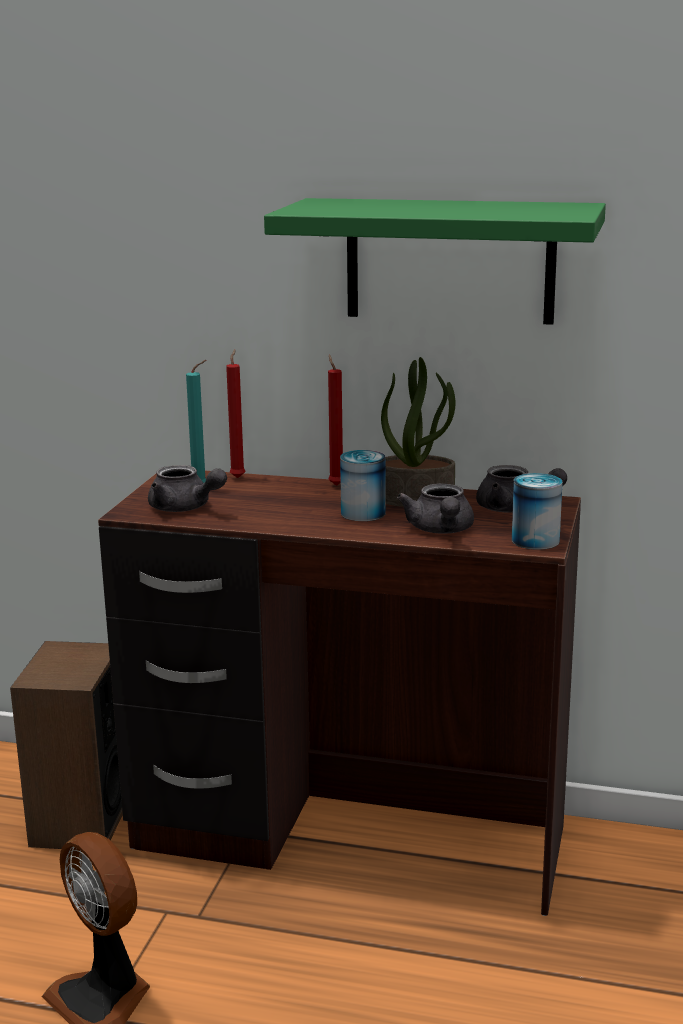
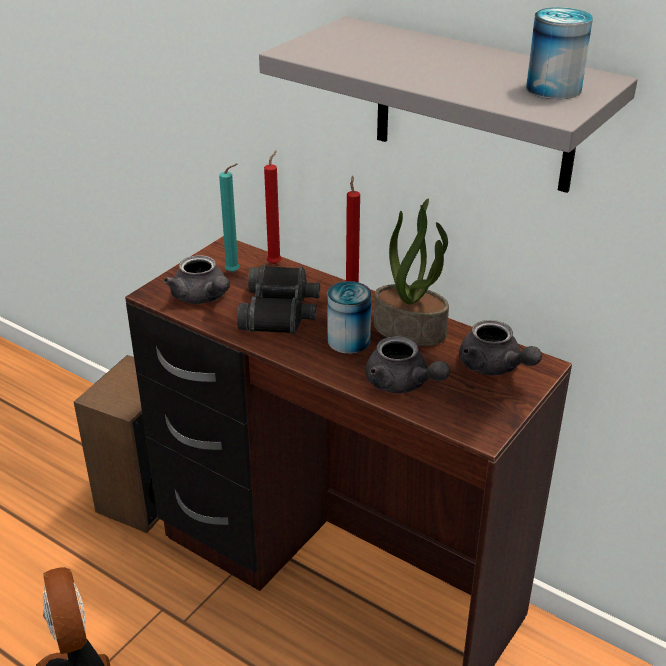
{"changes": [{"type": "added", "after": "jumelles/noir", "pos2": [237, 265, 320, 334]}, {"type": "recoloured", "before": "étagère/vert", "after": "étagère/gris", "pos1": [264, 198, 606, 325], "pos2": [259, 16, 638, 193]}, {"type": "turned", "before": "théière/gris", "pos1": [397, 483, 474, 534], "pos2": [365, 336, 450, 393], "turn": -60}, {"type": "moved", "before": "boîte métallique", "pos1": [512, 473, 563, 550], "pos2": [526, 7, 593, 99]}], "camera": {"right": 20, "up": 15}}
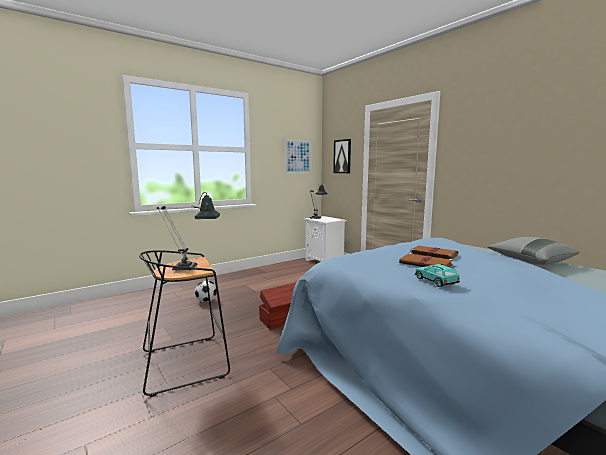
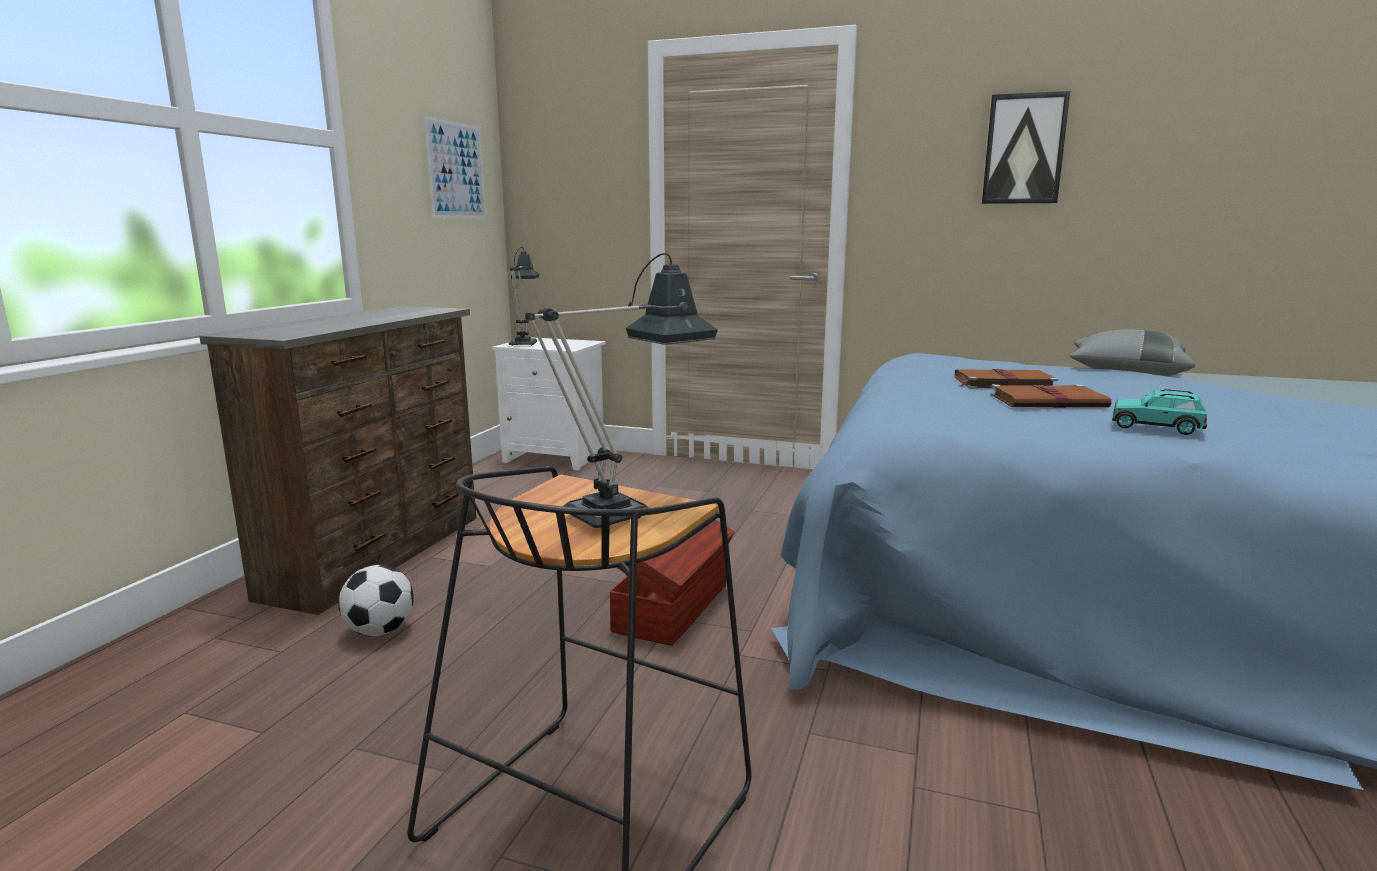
{"changes": [{"type": "added", "after": "commode/marron", "pos2": [199, 306, 476, 615]}, {"type": "moved", "before": "tableau", "pos1": [333, 139, 351, 173], "pos2": [982, 91, 1070, 204]}], "camera": {"right": -35, "up": 5}}
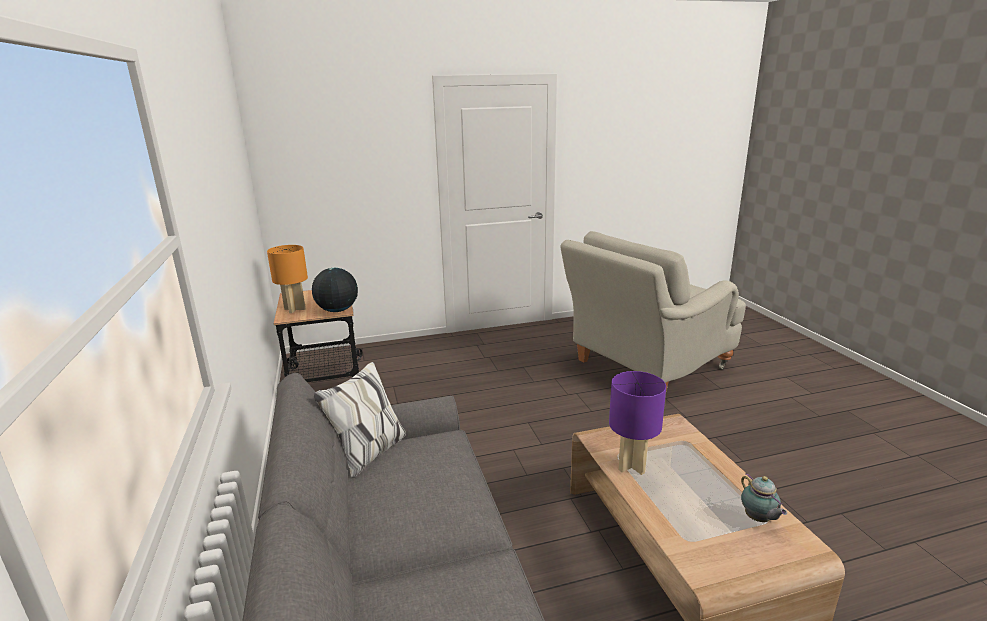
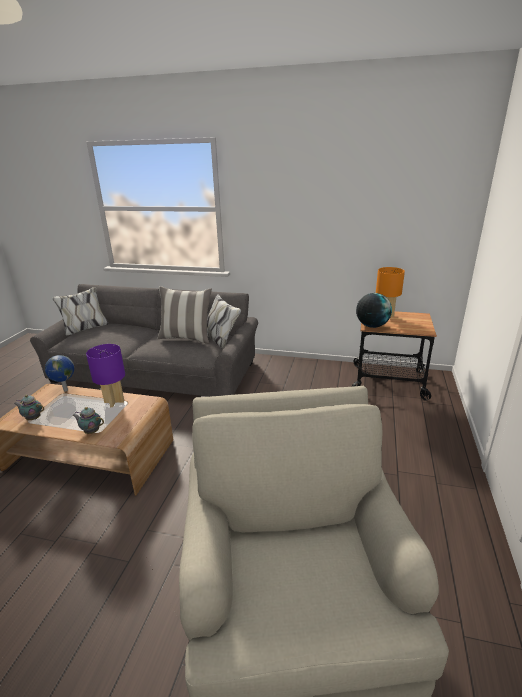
{"changes": [{"type": "added", "after": "globe", "pos2": [45, 355, 74, 392]}, {"type": "added", "after": "théière", "pos2": [72, 407, 104, 434]}, {"type": "added", "after": "coussin", "pos2": [157, 286, 212, 344]}], "camera": {"right": 120, "up": 5}}
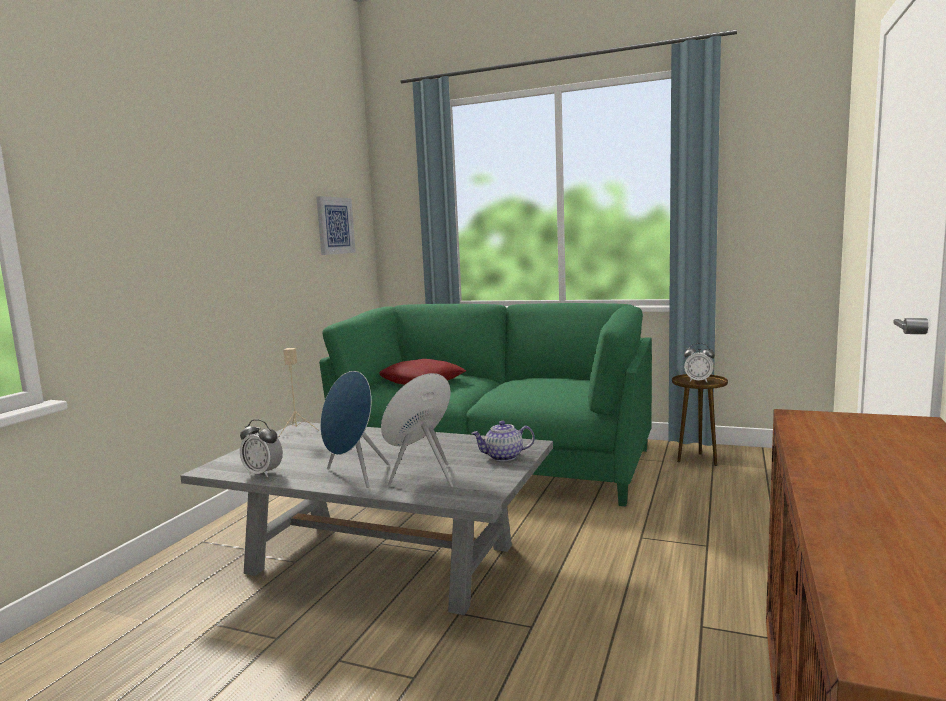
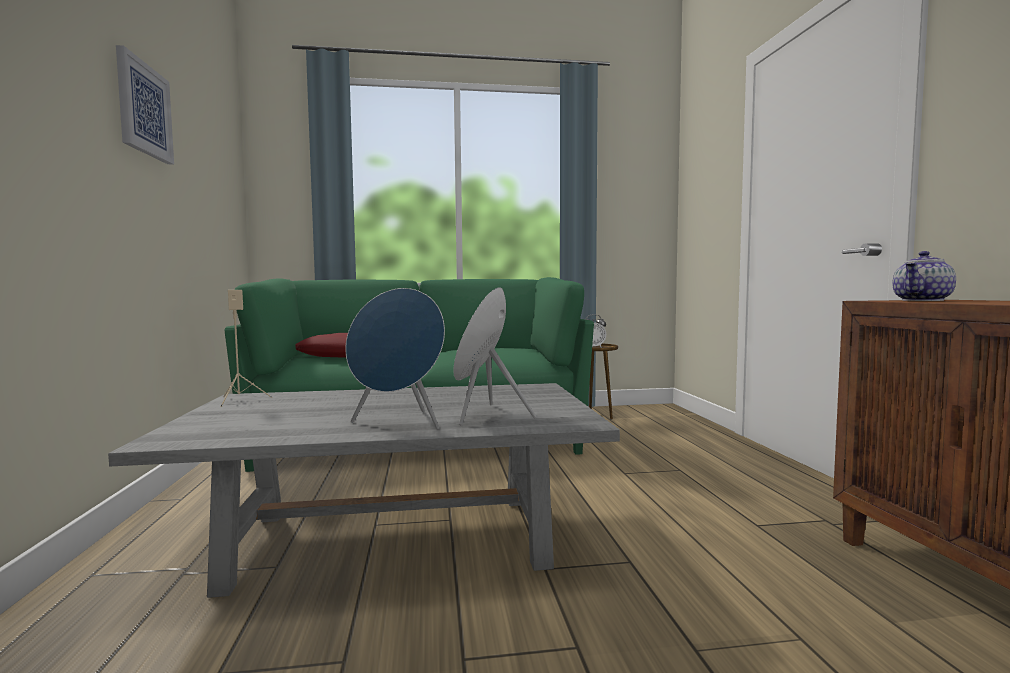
{"changes": [{"type": "moved", "before": "tableau", "pos1": [316, 196, 356, 255], "pos2": [116, 45, 174, 164]}, {"type": "moved", "before": "théière", "pos1": [471, 421, 535, 461], "pos2": [892, 251, 956, 301]}, {"type": "removed", "before": "réveil", "pos1": [240, 419, 283, 477]}], "camera": {"right": -30, "up": -5}}
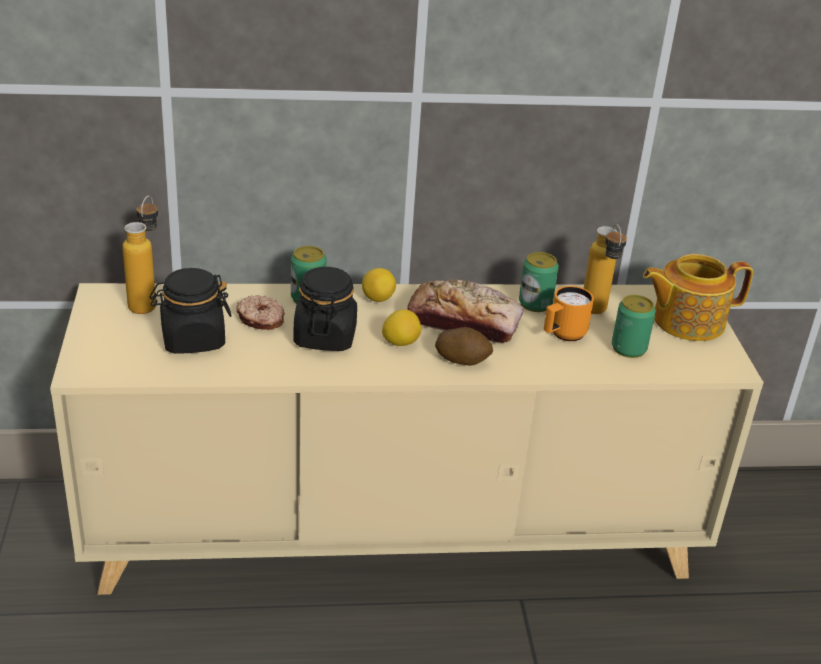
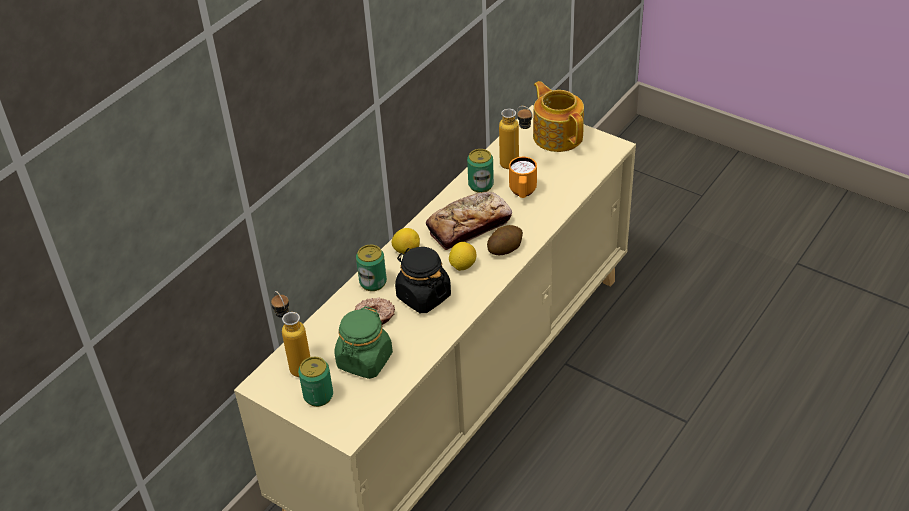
{"changes": [{"type": "moved", "before": "boîte métallique", "pos1": [612, 295, 656, 358], "pos2": [298, 357, 333, 407]}, {"type": "recoloured", "before": "bocal/noir", "after": "bocal/vert", "pos1": [150, 268, 232, 354], "pos2": [334, 306, 393, 379]}, {"type": "turned", "before": "théière", "pos1": [643, 254, 753, 341], "pos2": [533, 81, 584, 152], "turn": 120}], "camera": {"right": -45, "up": 10}}
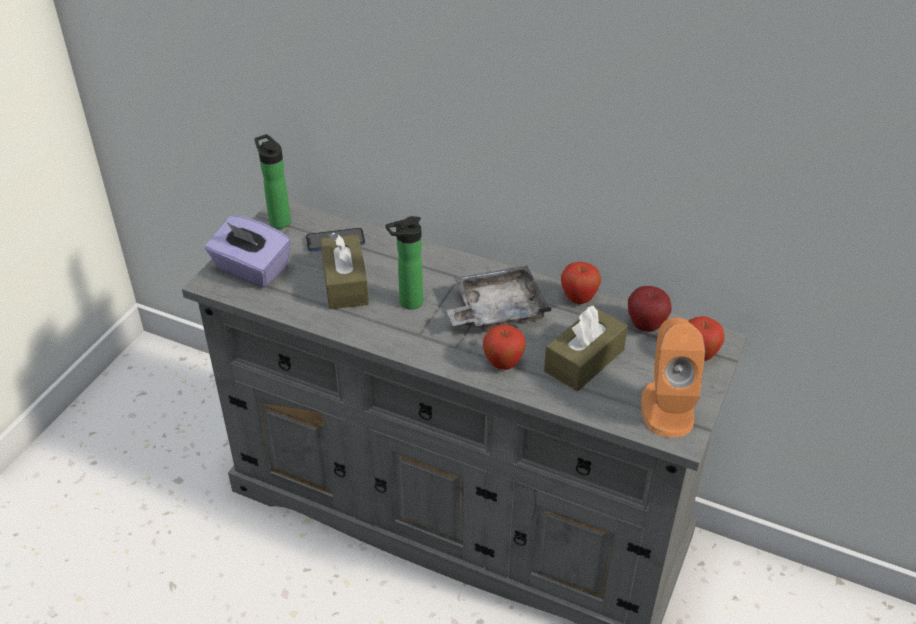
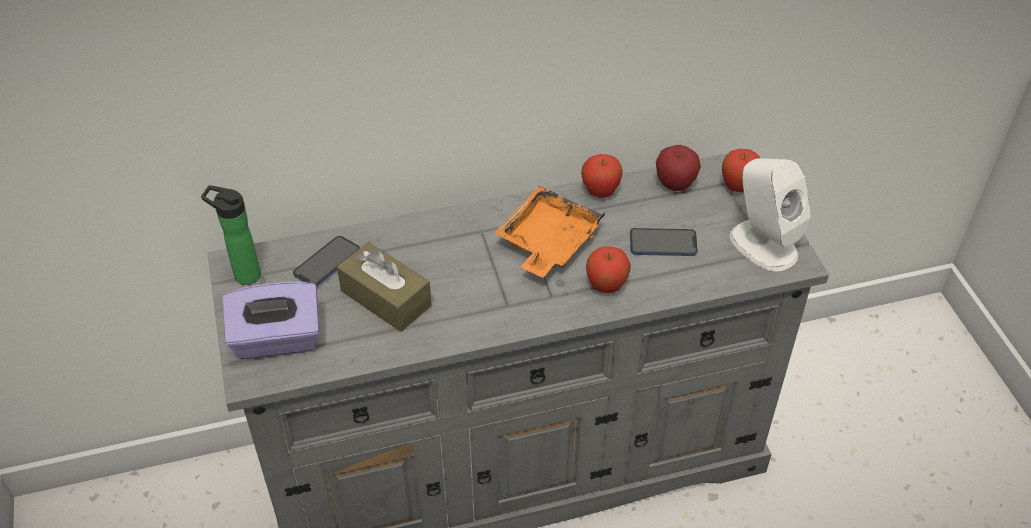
{"changes": [{"type": "recoloured", "before": "plateau/gris", "after": "plateau/orange", "pos1": [446, 266, 551, 331], "pos2": [494, 186, 605, 278]}, {"type": "replaced", "before": "boîte à mouchoirs/marron", "after": "téléphone", "pos1": [544, 306, 628, 391], "pos2": [630, 228, 698, 256]}, {"type": "recoloured", "before": "enceinte/orange", "after": "enceinte/blanc", "pos1": [641, 318, 705, 437], "pos2": [730, 158, 811, 272]}, {"type": "removed", "before": "bouteille", "pos1": [385, 216, 423, 310]}], "camera": {"right": -40, "up": 5}}
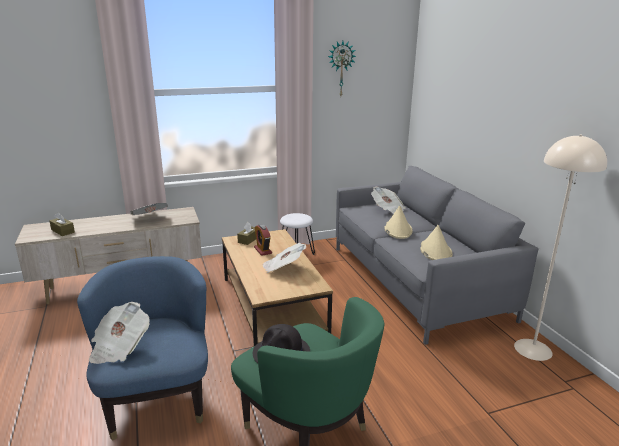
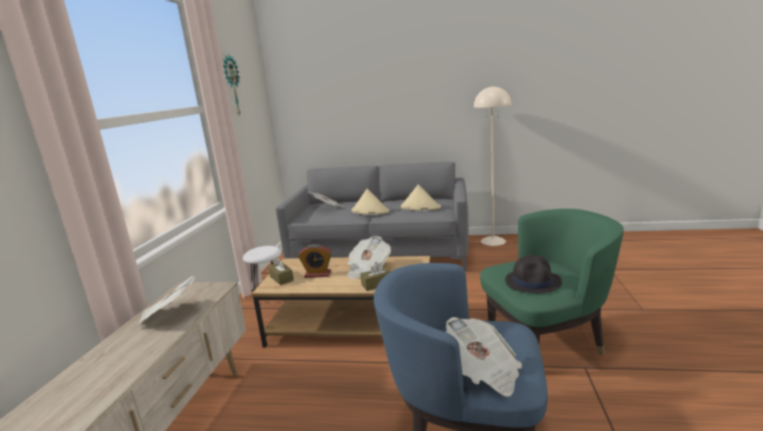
{"changes": [{"type": "moved", "before": "boîte à mouchoirs/marron", "pos1": [49, 212, 75, 236], "pos2": [360, 262, 391, 291]}], "camera": {"right": -60, "up": -5}}
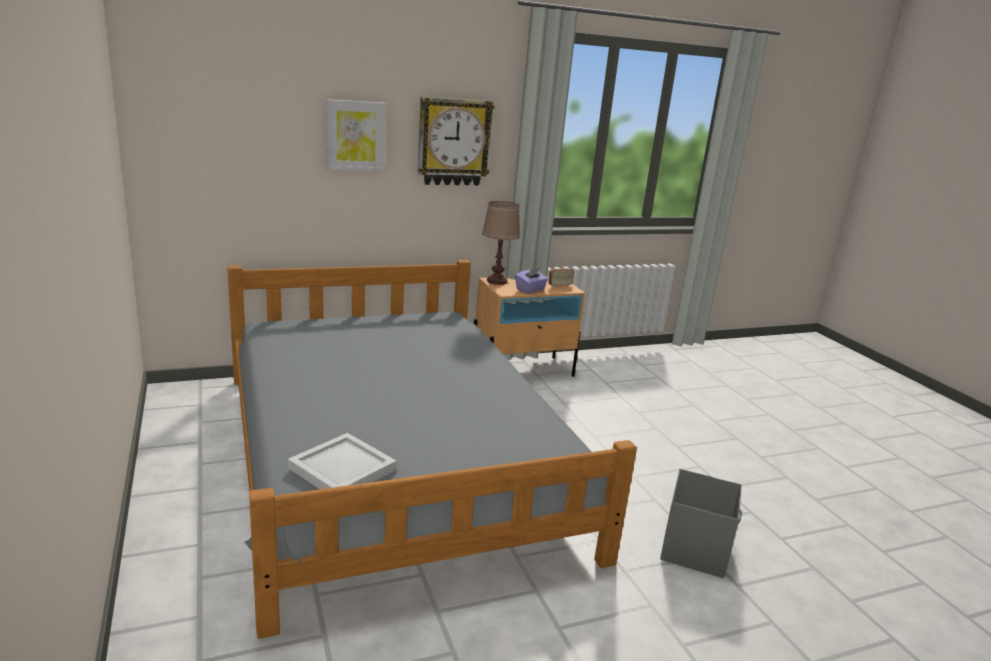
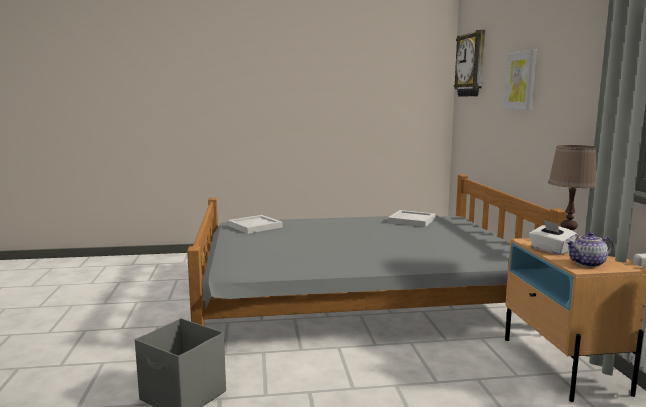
{"changes": [{"type": "added", "after": "plateau/blanc", "pos2": [388, 210, 436, 227]}, {"type": "moved", "before": "horloge murale", "pos1": [417, 97, 495, 186], "pos2": [454, 30, 485, 97]}, {"type": "recoloured", "before": "boîte à mouchoirs/violet", "after": "boîte à mouchoirs/blanc", "pos1": [515, 267, 548, 294], "pos2": [529, 220, 577, 255]}, {"type": "replaced", "before": "radio", "after": "théière", "pos1": [548, 256, 574, 288], "pos2": [566, 232, 613, 267]}], "camera": {"right": 105, "up": -10}}
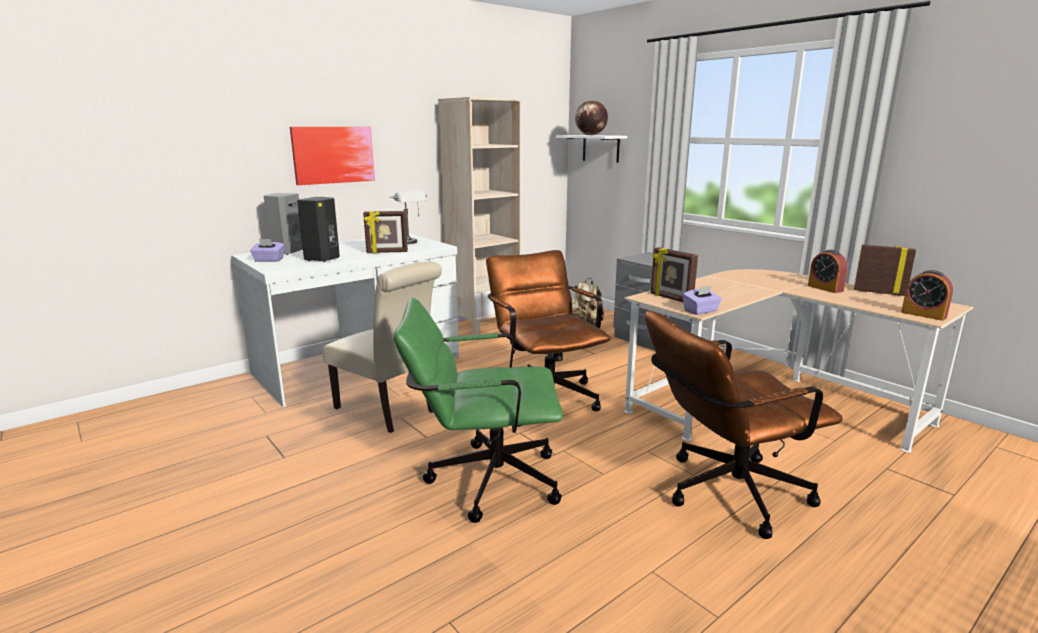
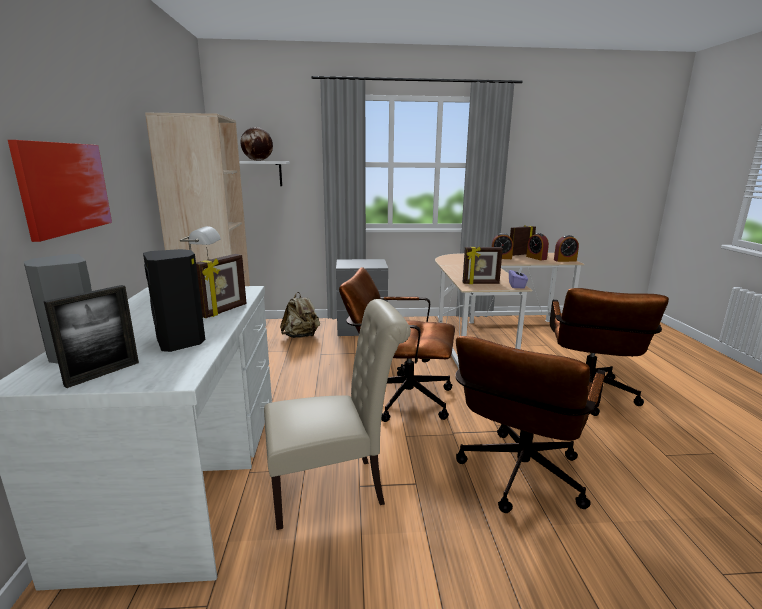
{"changes": [{"type": "replaced", "before": "boîte à mouchoirs/violet", "after": "cadre photo", "pos1": [250, 239, 285, 262], "pos2": [44, 285, 139, 388]}, {"type": "recoloured", "before": "chaise de bureau/vert", "after": "chaise de bureau/marron", "pos1": [394, 298, 563, 523], "pos2": [455, 336, 605, 513]}, {"type": "added", "after": "réveil", "pos2": [526, 233, 549, 260]}], "camera": {"right": -55, "up": 0}}
